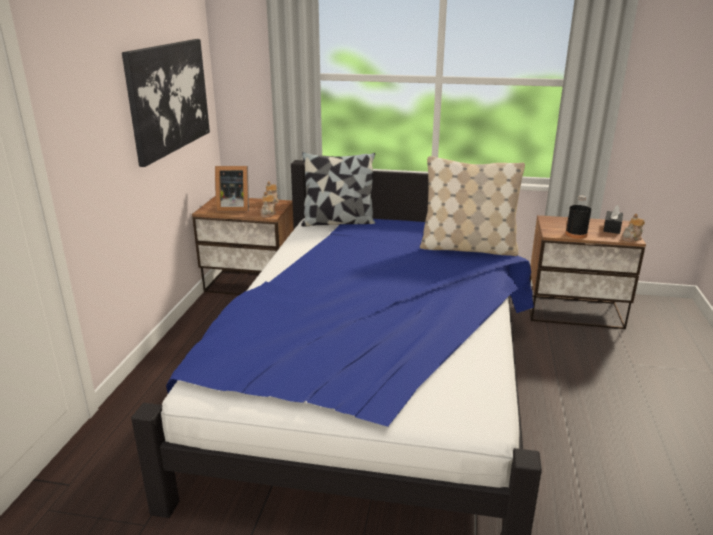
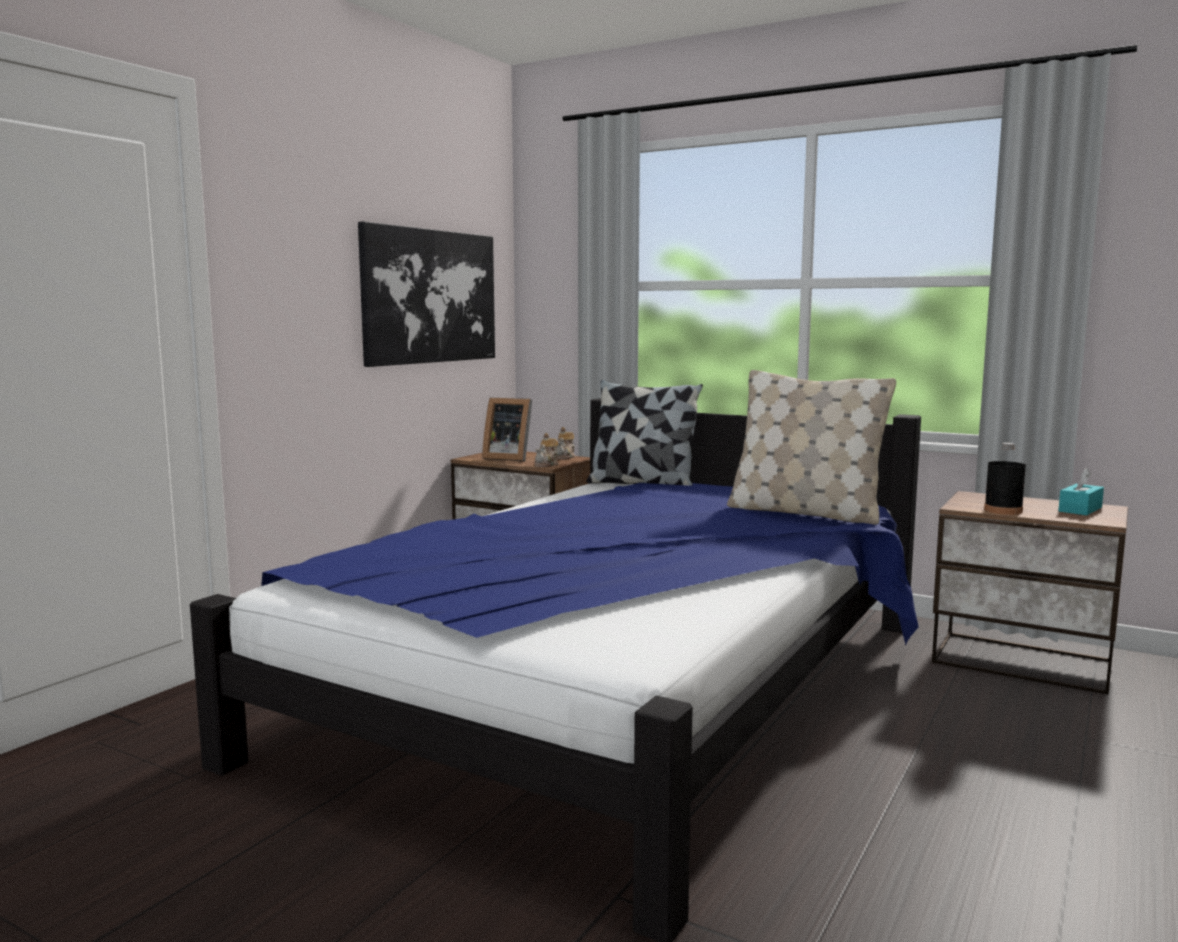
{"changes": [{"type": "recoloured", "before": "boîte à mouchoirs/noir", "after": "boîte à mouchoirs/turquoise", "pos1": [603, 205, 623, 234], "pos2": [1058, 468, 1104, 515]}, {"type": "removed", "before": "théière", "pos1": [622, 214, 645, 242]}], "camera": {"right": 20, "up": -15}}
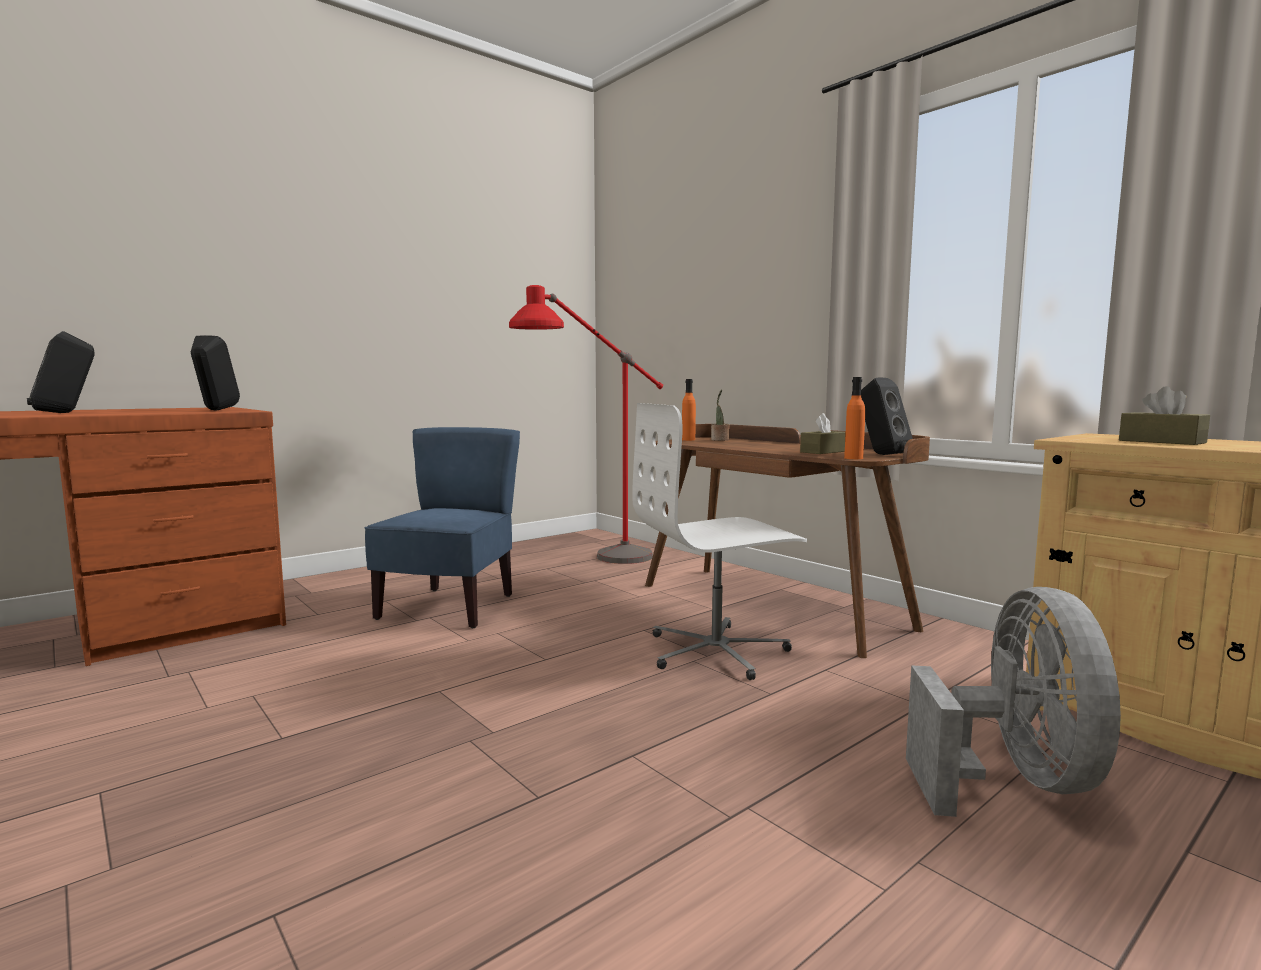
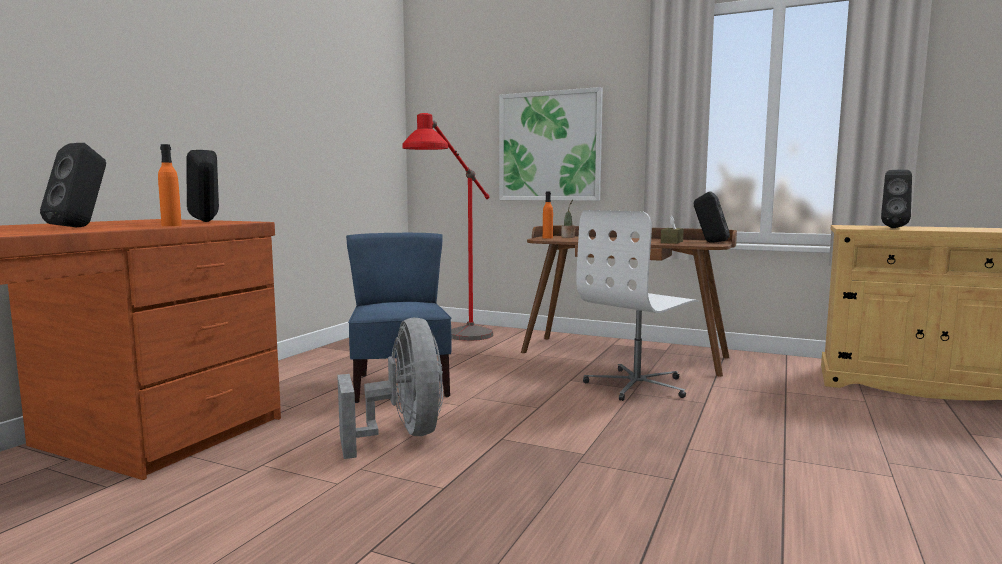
{"changes": [{"type": "moved", "before": "bouteille/orange", "pos1": [844, 377, 865, 459], "pos2": [158, 144, 182, 226]}, {"type": "moved", "before": "ventilateur/gris", "pos1": [906, 587, 1121, 817], "pos2": [337, 318, 443, 459]}, {"type": "added", "after": "tableau", "pos2": [499, 87, 603, 201]}, {"type": "replaced", "before": "boîte à mouchoirs/marron", "after": "enceinte/noir", "pos1": [1119, 386, 1210, 445], "pos2": [881, 170, 912, 228]}], "camera": {"right": -25, "up": 0}}
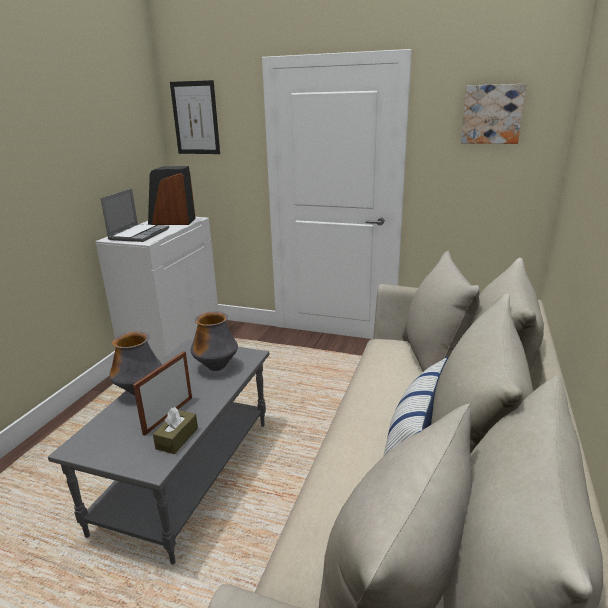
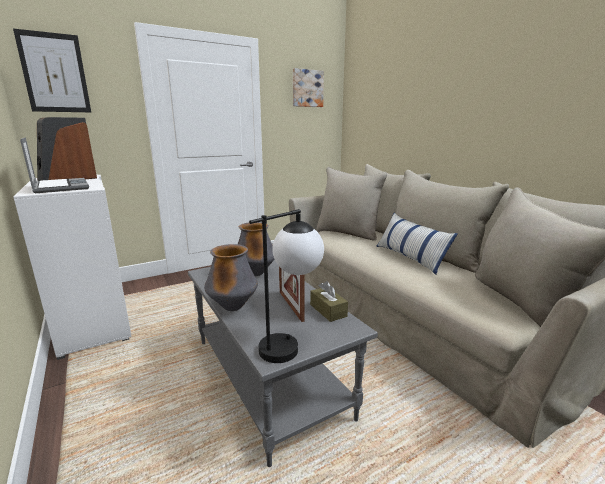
{"changes": [{"type": "added", "after": "lampe de table", "pos2": [249, 209, 324, 363]}], "camera": {"right": -50, "up": -5}}
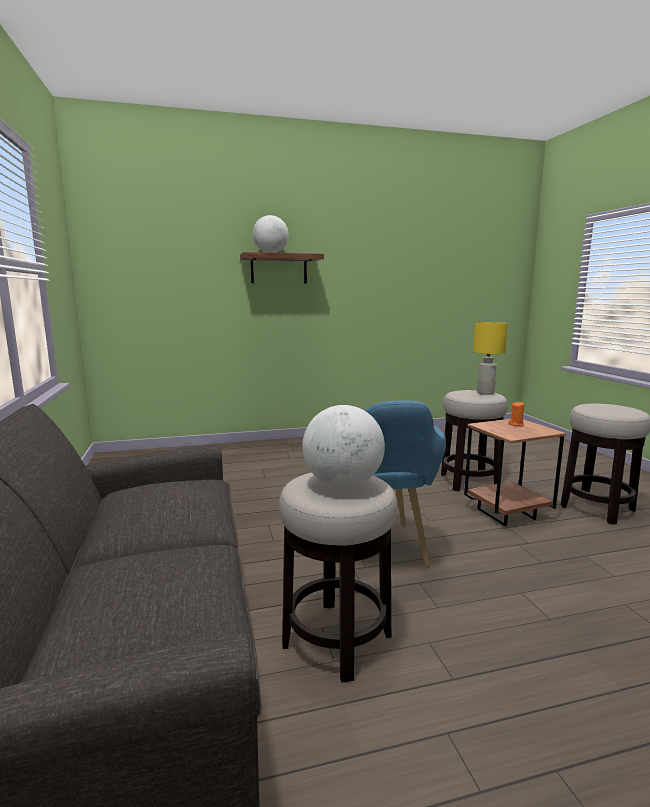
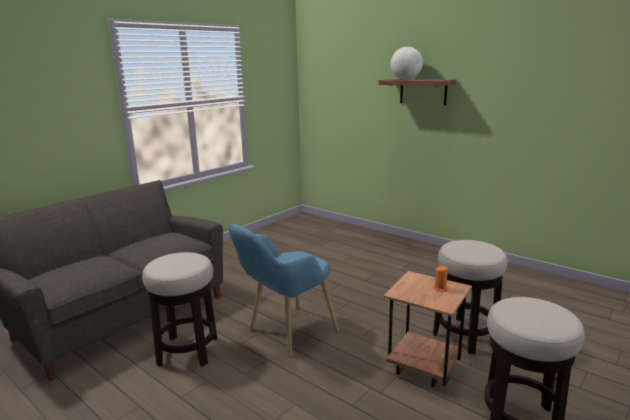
{"changes": [{"type": "removed", "before": "globe", "pos1": [302, 405, 385, 488]}, {"type": "removed", "before": "lampe de table/jaune", "pos1": [473, 322, 508, 395]}], "camera": {"right": 55, "up": 5}}
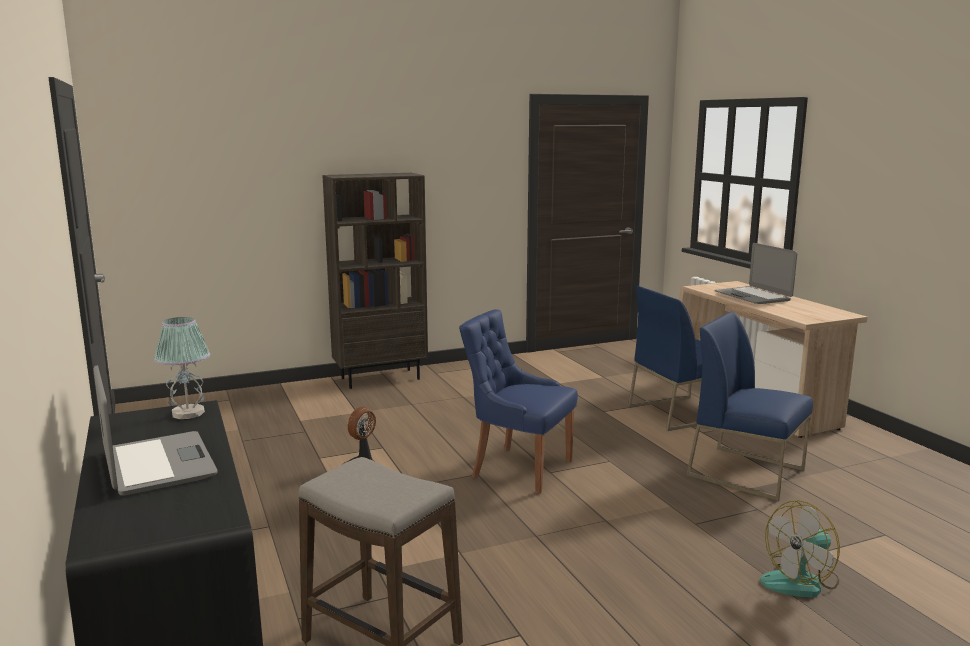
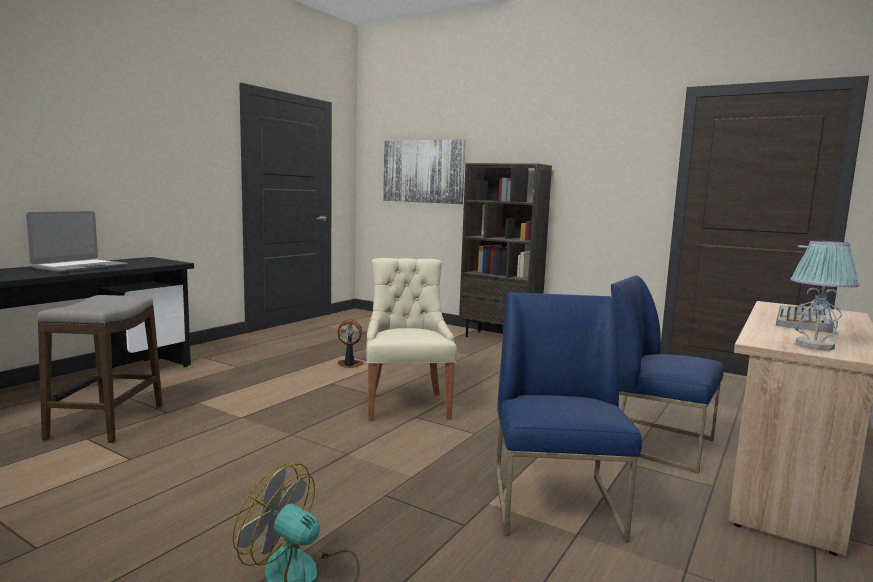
{"changes": [{"type": "recoloured", "before": "chaise/bleu", "after": "chaise/beige", "pos1": [459, 309, 578, 494], "pos2": [366, 258, 457, 421]}, {"type": "added", "after": "tableau", "pos2": [383, 139, 465, 204]}, {"type": "replaced", "before": "ordinateur portable", "after": "clavier", "pos1": [715, 243, 797, 304], "pos2": [776, 305, 833, 333]}, {"type": "moved", "before": "lampe de table", "pos1": [154, 317, 210, 419], "pos2": [791, 240, 859, 351]}], "camera": {"right": 55, "up": -5}}
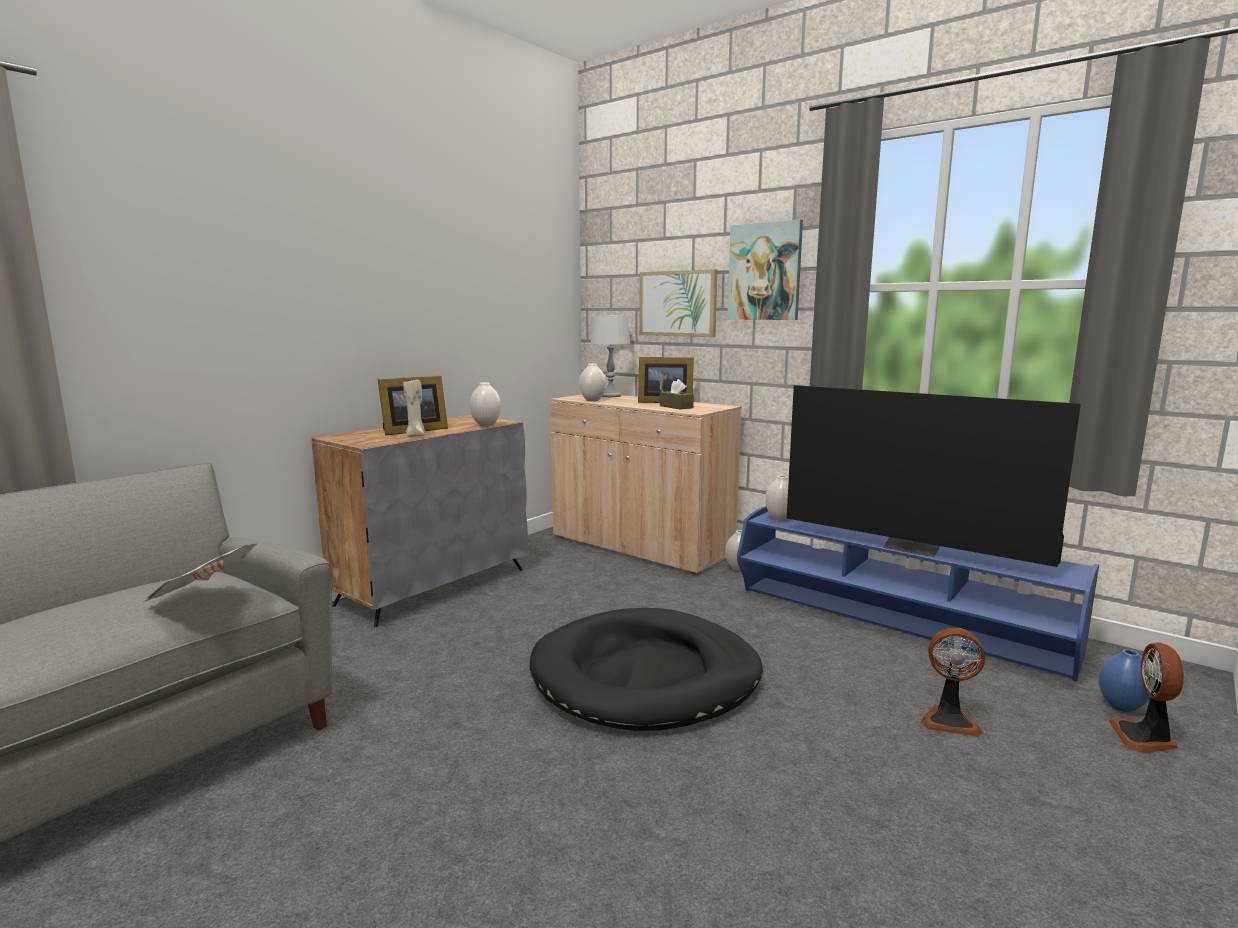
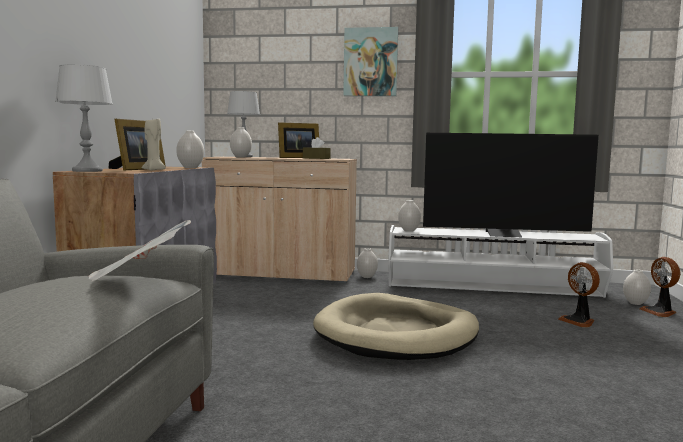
{"changes": [{"type": "added", "after": "lampe de table/gris", "pos2": [55, 64, 113, 172]}, {"type": "recoloured", "before": "panier pour chien/noir", "after": "panier pour chien/beige", "pos1": [529, 608, 763, 731], "pos2": [313, 293, 479, 360]}, {"type": "recoloured", "before": "meuble télé/bleu", "after": "meuble télé/blanc", "pos1": [737, 506, 1099, 681], "pos2": [388, 225, 613, 298]}, {"type": "turned", "before": "ventilateur", "pos1": [921, 628, 985, 737], "pos2": [558, 262, 600, 328], "turn": 75}, {"type": "recoloured", "before": "vase/bleu", "after": "vase/blanc", "pos1": [1099, 649, 1150, 712], "pos2": [623, 270, 651, 305]}, {"type": "removed", "before": "tableau", "pos1": [639, 269, 717, 337]}], "camera": {"right": -30, "up": -5}}
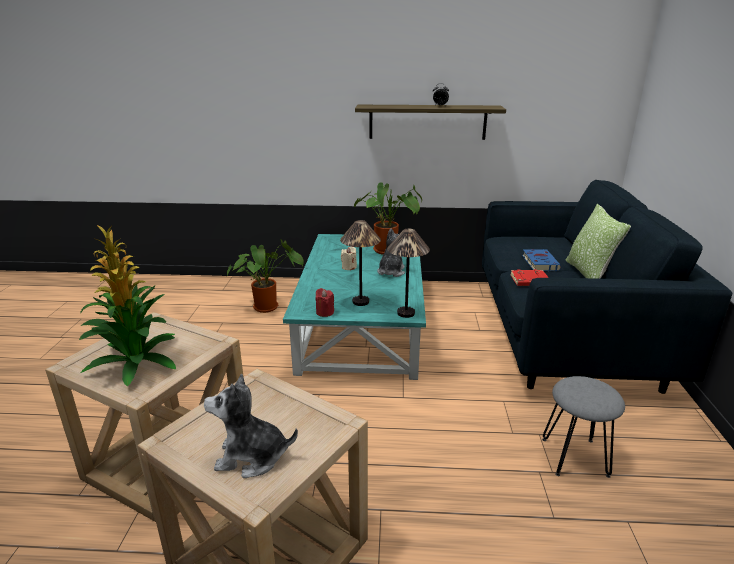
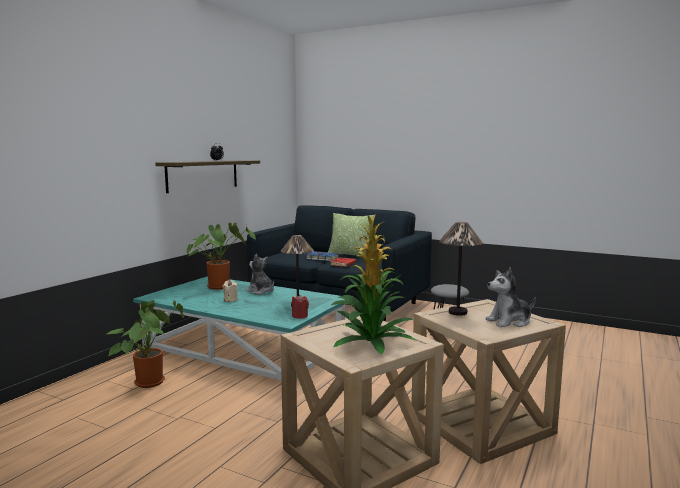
{"changes": [{"type": "moved", "before": "lampe de table", "pos1": [387, 229, 430, 318], "pos2": [439, 222, 483, 316]}, {"type": "turned", "before": "peluche", "pos1": [204, 374, 298, 478], "pos2": [486, 267, 536, 327], "turn": 45}], "camera": {"right": -65, "up": -15}}
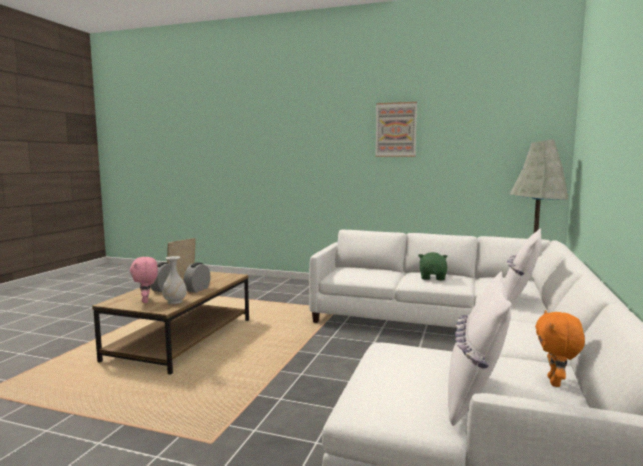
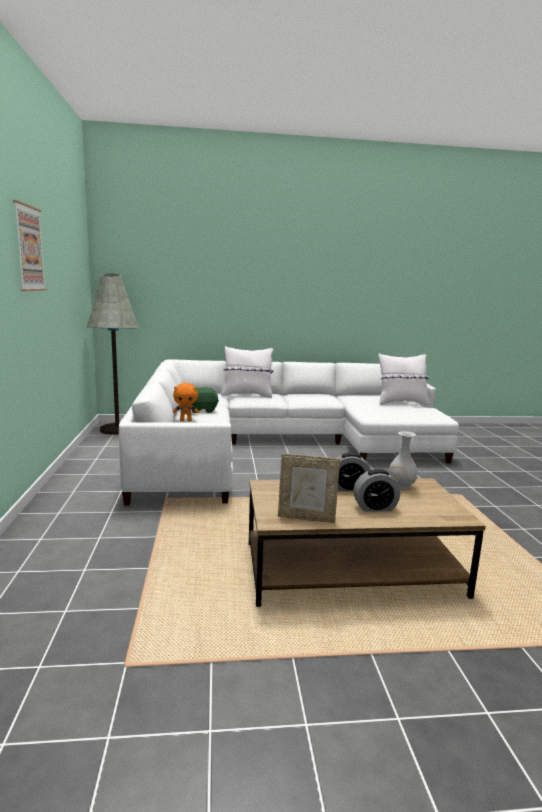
{"changes": [{"type": "moved", "before": "peluche/orange", "pos1": [535, 310, 585, 387], "pos2": [173, 383, 199, 421]}, {"type": "removed", "before": "peluche/rose", "pos1": [130, 257, 158, 303]}], "camera": {"right": -115, "up": 5}}
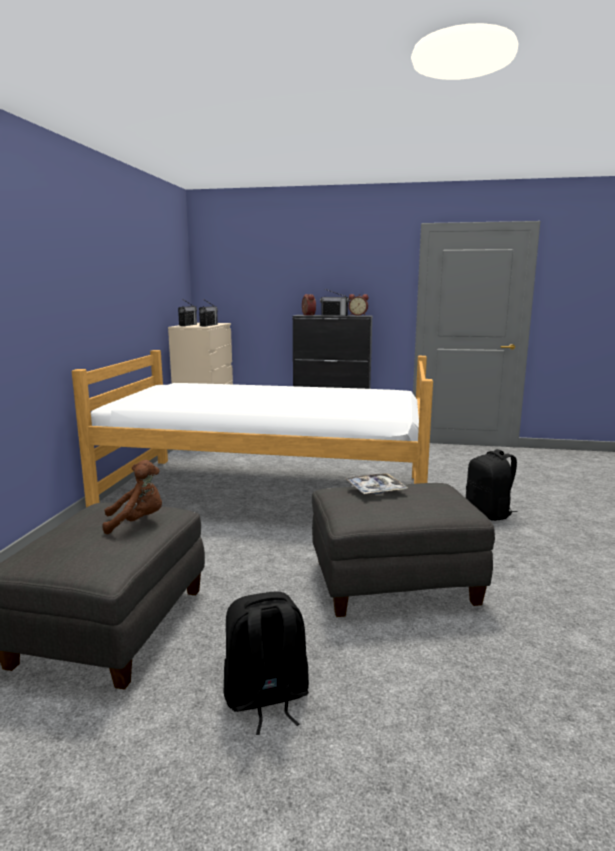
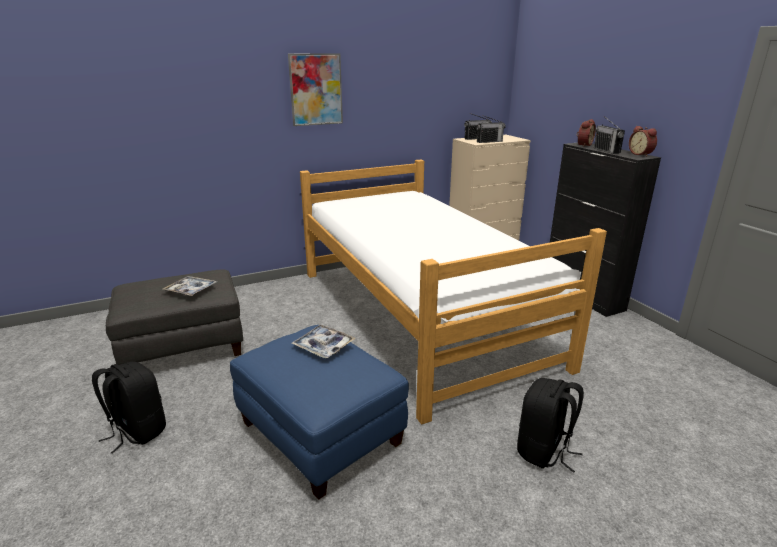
{"changes": [{"type": "replaced", "before": "peluche/marron", "after": "plateau", "pos1": [102, 460, 162, 534], "pos2": [163, 276, 217, 296]}, {"type": "recoloured", "before": "pouf/gris", "after": "pouf/bleu", "pos1": [312, 483, 495, 617], "pos2": [230, 325, 409, 500]}, {"type": "added", "after": "tableau", "pos2": [288, 53, 343, 126]}], "camera": {"right": 55, "up": 10}}
